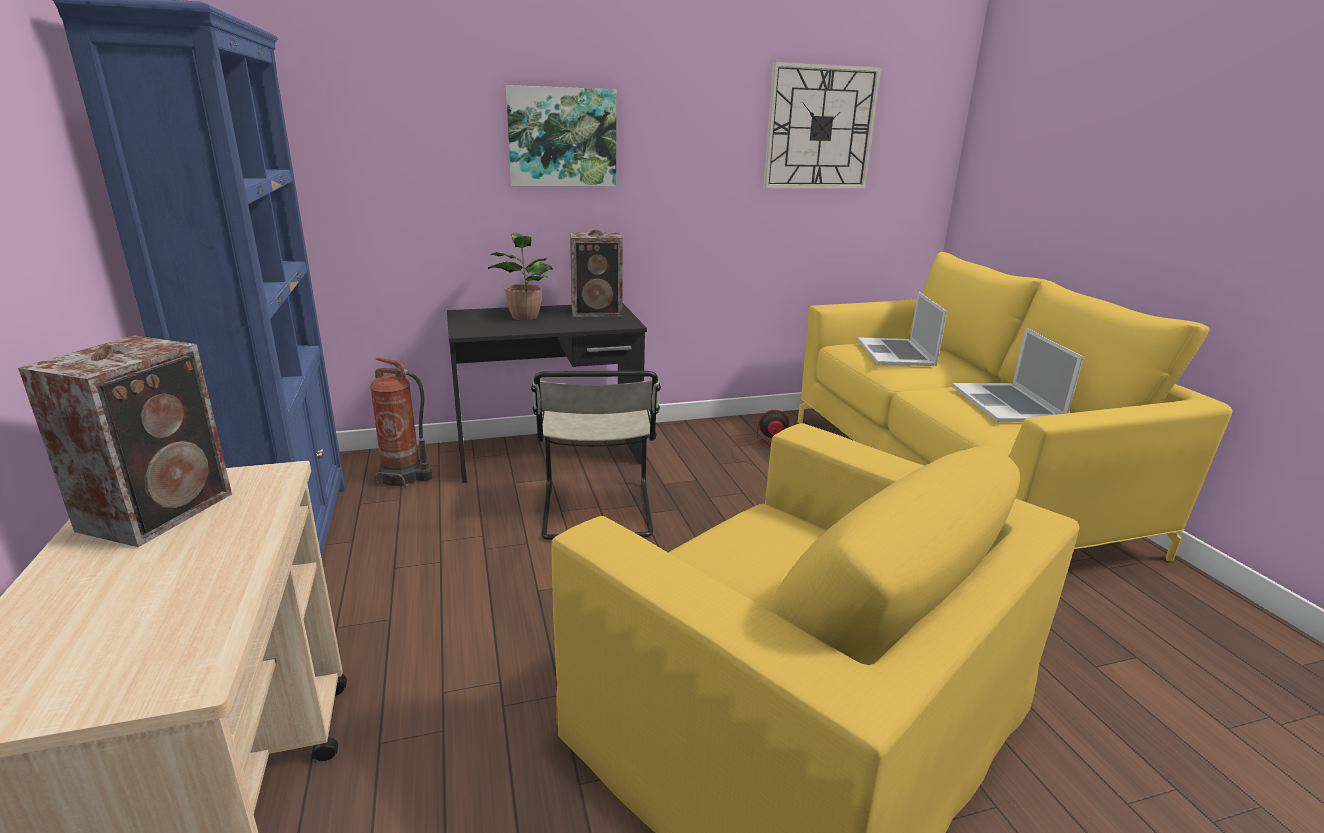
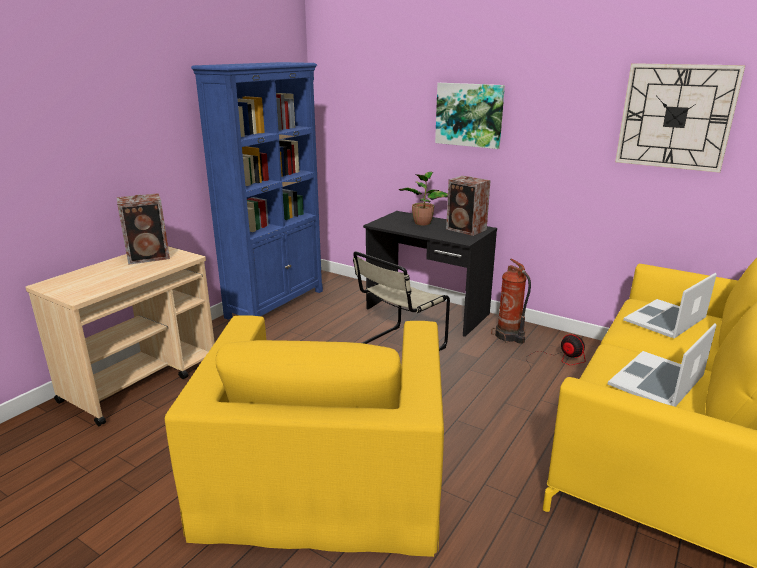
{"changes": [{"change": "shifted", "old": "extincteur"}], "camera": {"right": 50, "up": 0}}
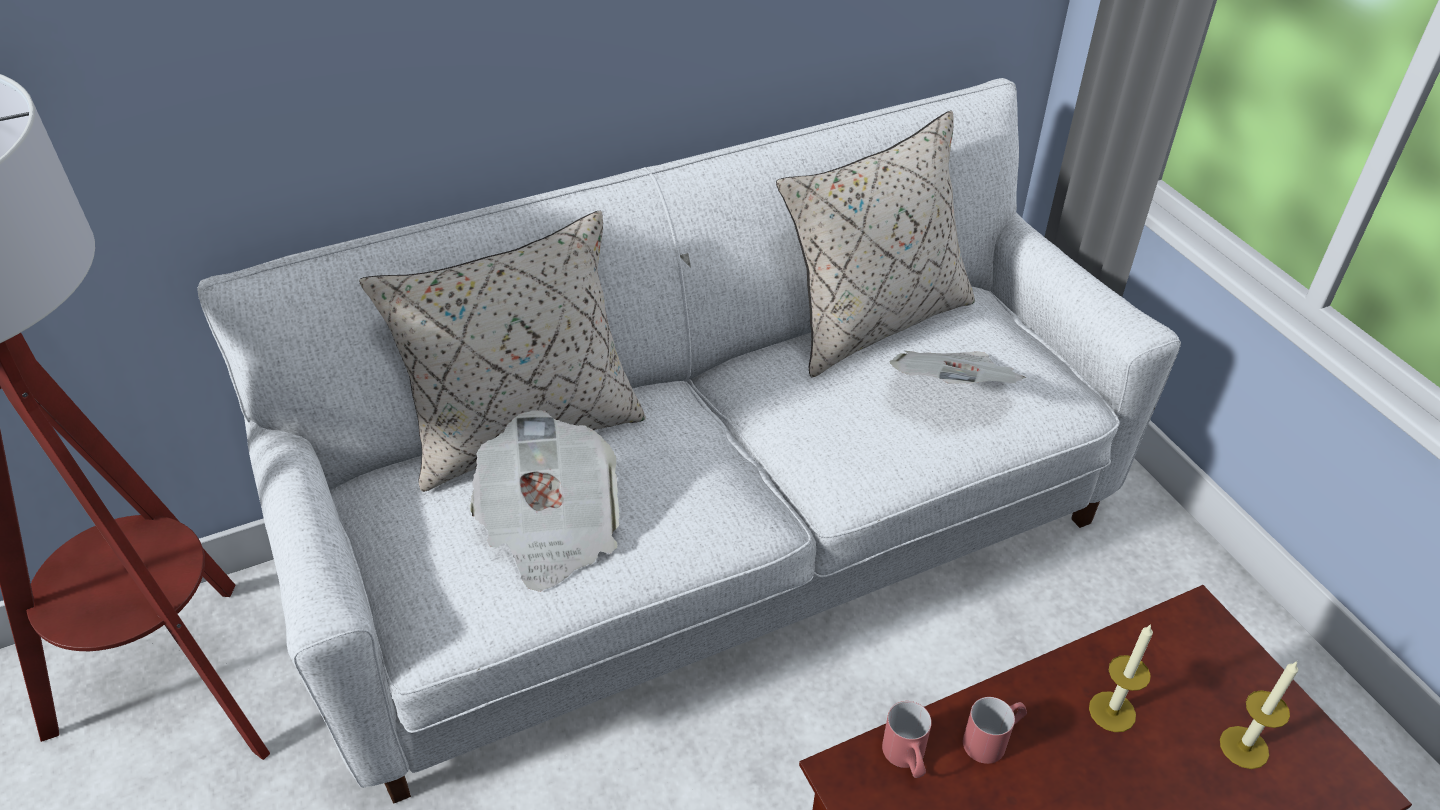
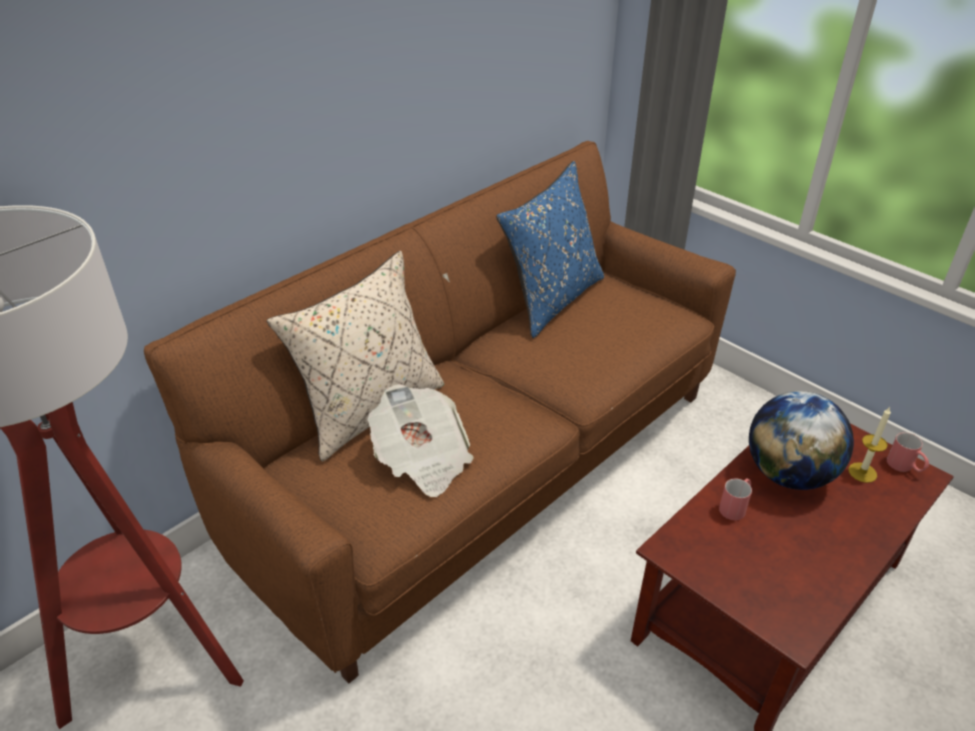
{"changes": [{"change": "repainted", "old": "canapé/blanc", "new": "canapé/marron"}, {"change": "repainted", "old": "coussin/beige (no. 2 from left)", "new": "coussin/bleu"}, {"change": "shifted", "old": "mug/rouge (no. 1 from left in the first image)", "new": "mug/rouge (no. 2 from left)"}, {"change": "gone", "old": "journal (no. 2 from left)"}, {"change": "swapped", "old": "bougie (no. 1 from left)", "new": "globe"}], "camera": {"right": -20, "up": -5}}
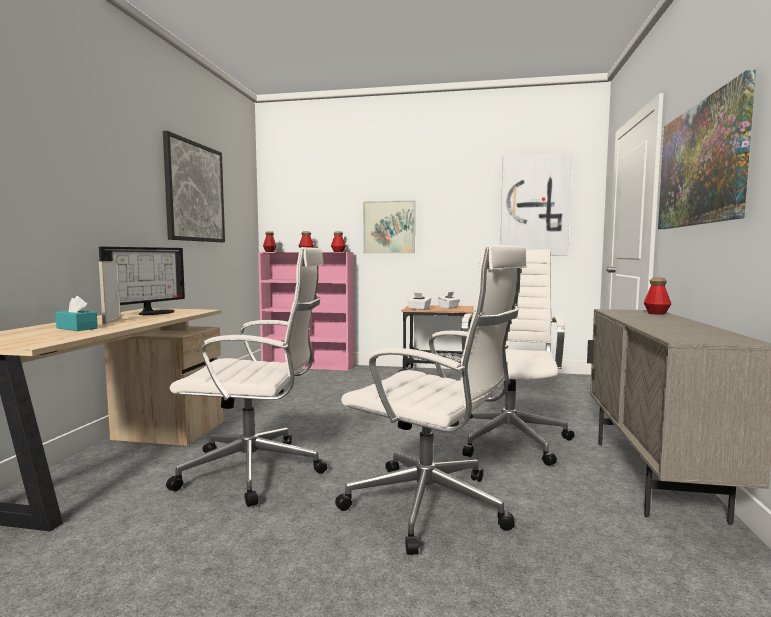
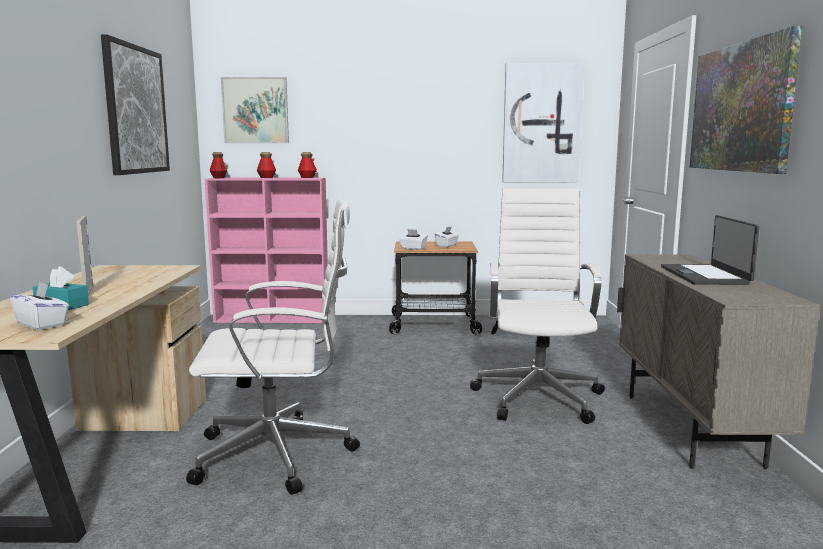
{"changes": [{"change": "gone", "old": "écran d'ordinateur"}, {"change": "gone", "old": "chaise de bureau/blanc (no. 2 from left)"}, {"change": "shifted", "old": "tableau (no. 2 from left)"}, {"change": "gone", "old": "bouteille (no. 4 from left)"}, {"change": "new", "new": "boîte à mouchoirs/blanc (no. 1 from left)"}, {"change": "new", "new": "ordinateur portable"}], "camera": {"right": -10, "up": 5}}
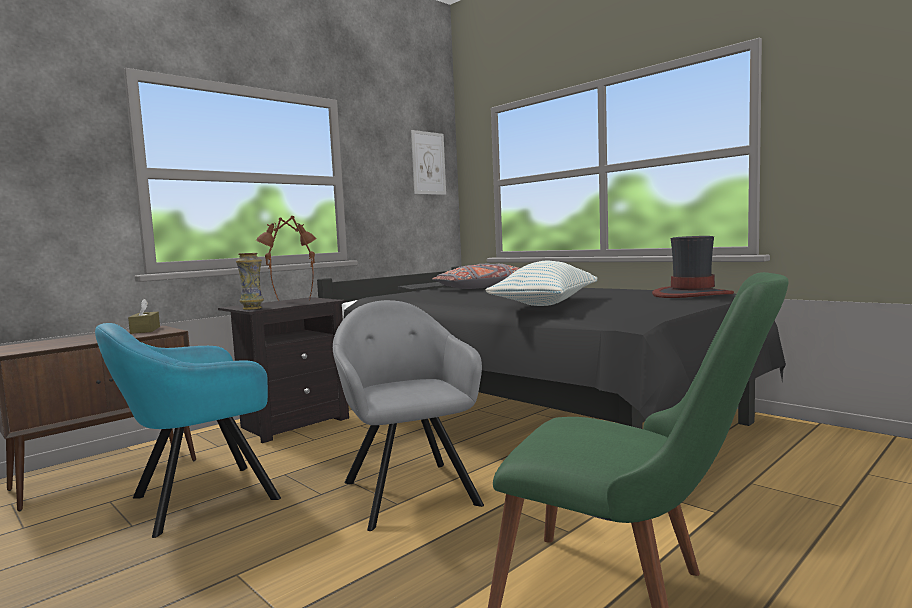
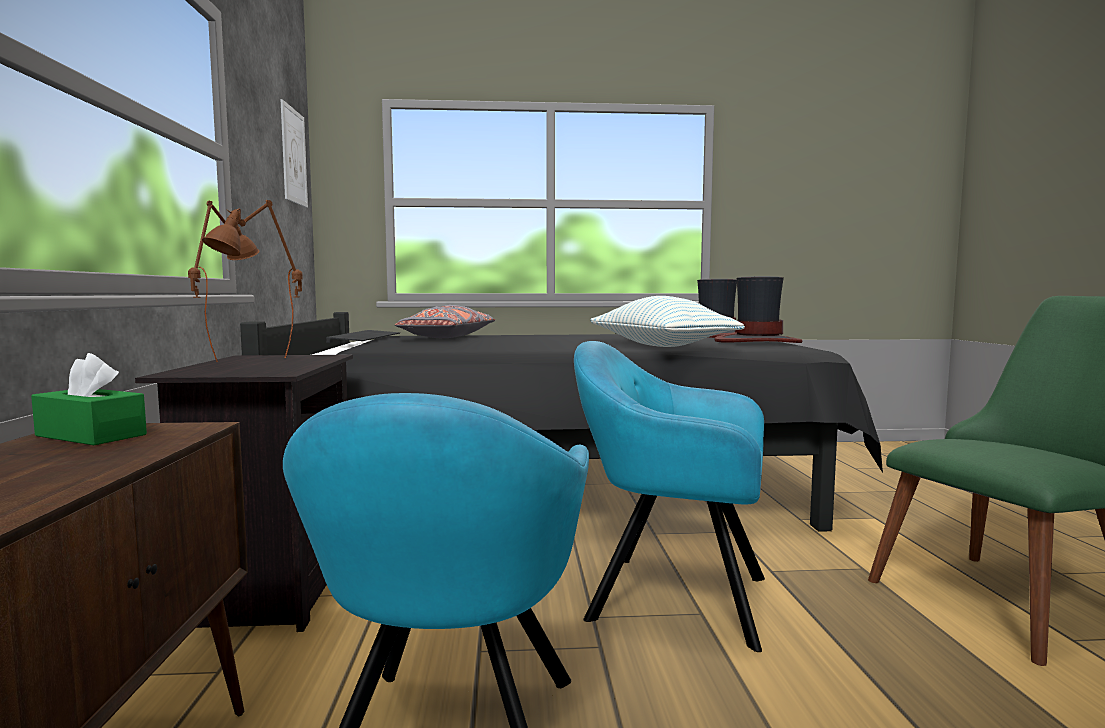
{"changes": [{"change": "repainted", "old": "boîte à mouchoirs/marron", "new": "boîte à mouchoirs/vert"}, {"change": "gone", "old": "vase"}, {"change": "repainted", "old": "fauteuil/gris", "new": "fauteuil/turquoise (no. 2 from left)"}, {"change": "new", "new": "chapeau (no. 2 from left)"}], "camera": {"right": -50, "up": 0}}
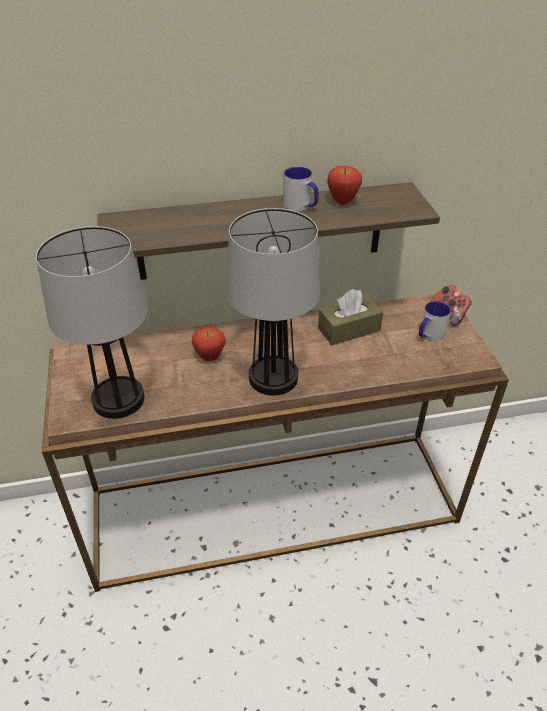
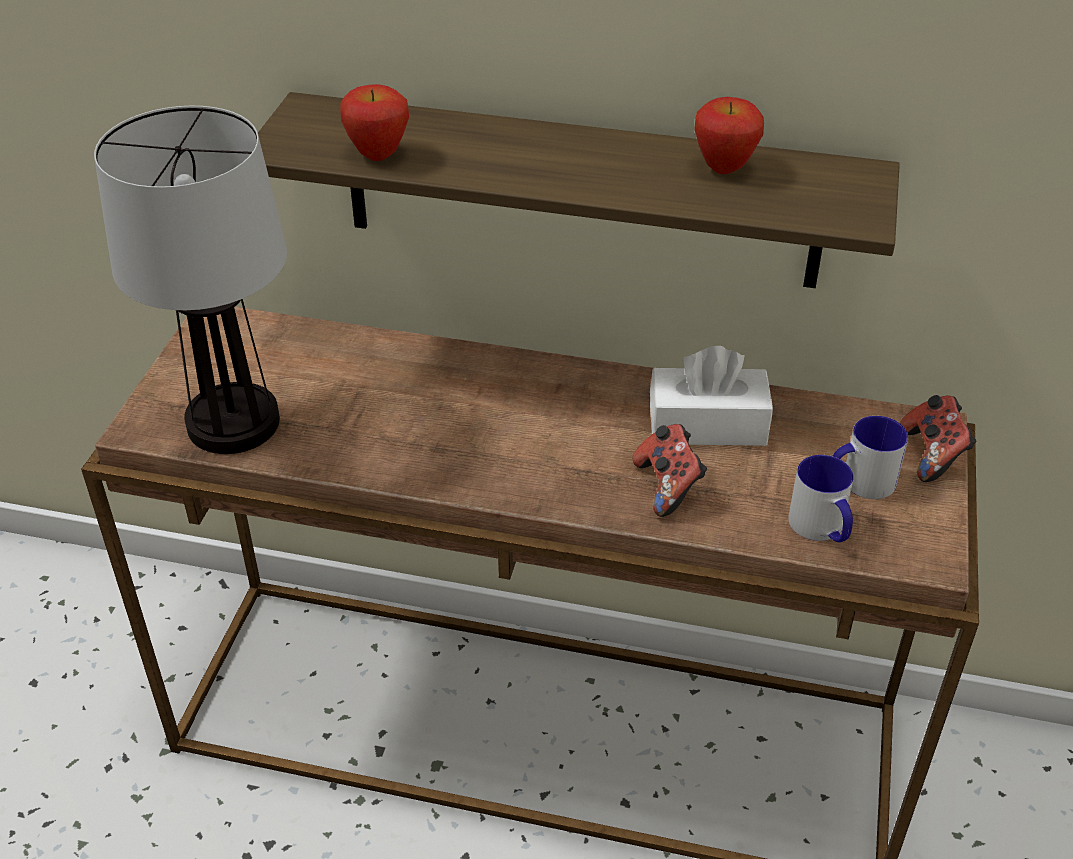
{"changes": [{"change": "shifted", "old": "pomme (no. 1 from left)"}, {"change": "gone", "old": "lampe de table (no. 2 from left)"}, {"change": "shifted", "old": "mug (no. 1 from left)"}, {"change": "repainted", "old": "boîte à mouchoirs/marron", "new": "boîte à mouchoirs/blanc"}, {"change": "new", "new": "manette (no. 1 from left)"}], "camera": {"right": 25, "up": 0}}
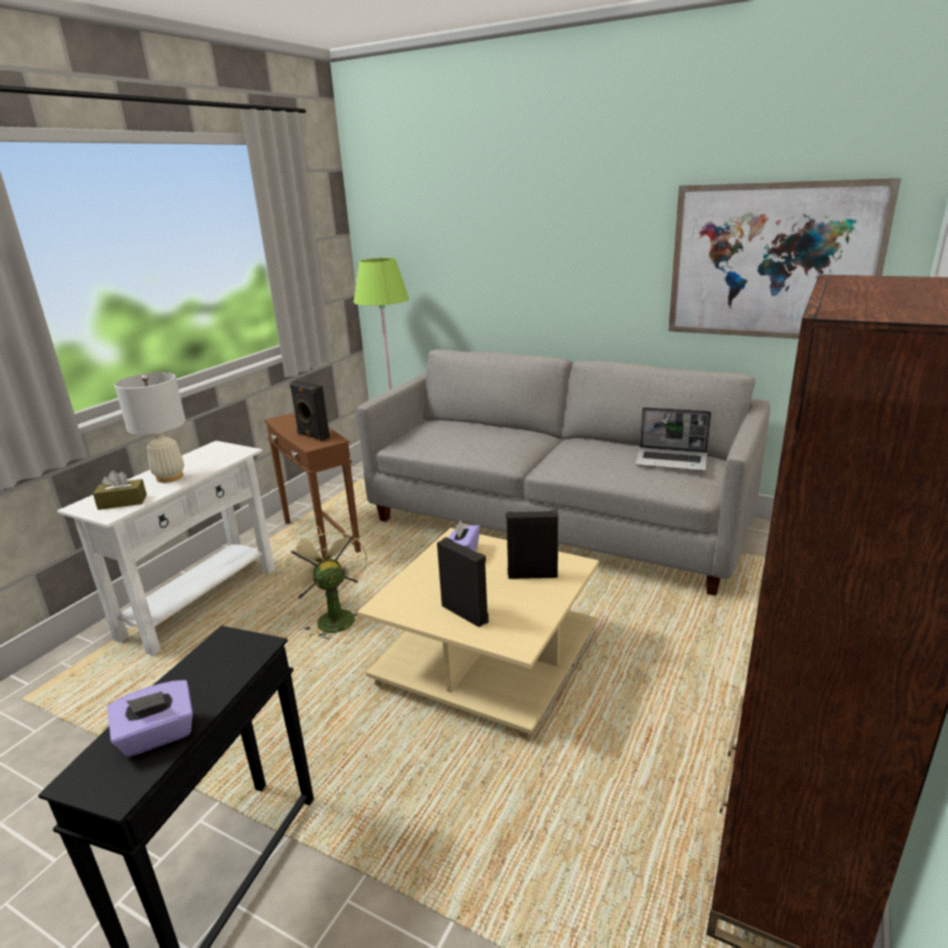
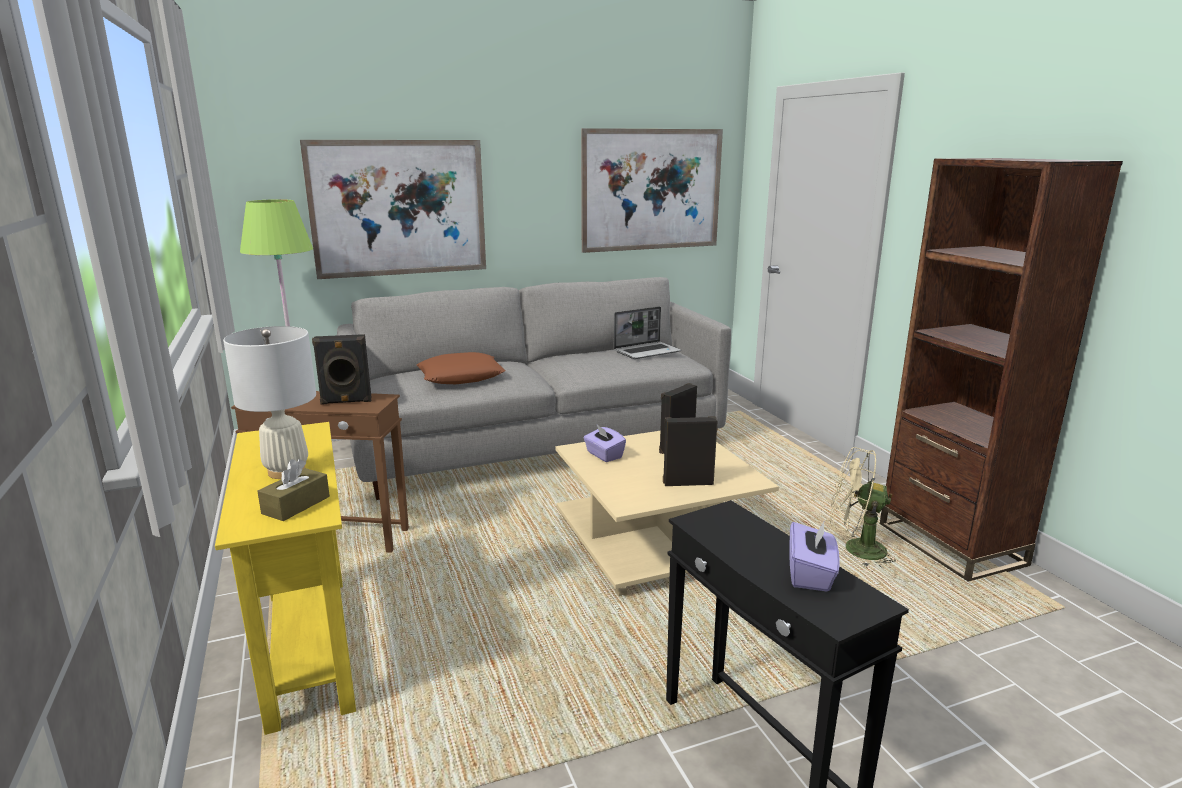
{"changes": [{"change": "repainted", "old": "table console/blanc", "new": "table console/jaune"}, {"change": "shifted", "old": "ventilateur/beige"}, {"change": "new", "new": "tableau (no. 1 from left)"}, {"change": "new", "new": "coussin/marron"}], "camera": {"right": -50, "up": -5}}
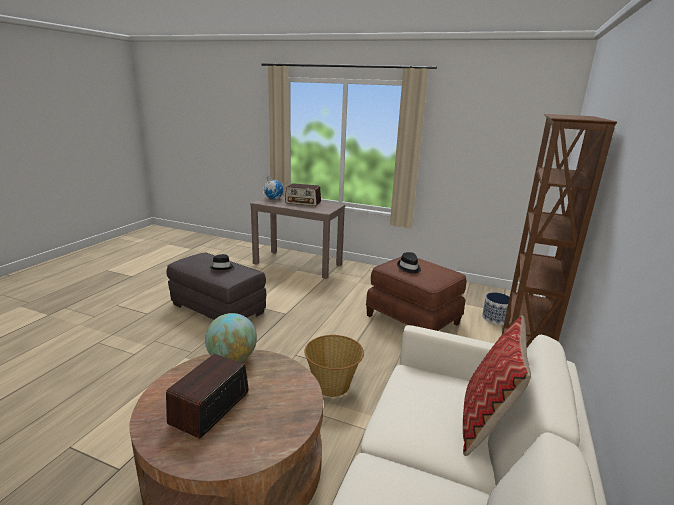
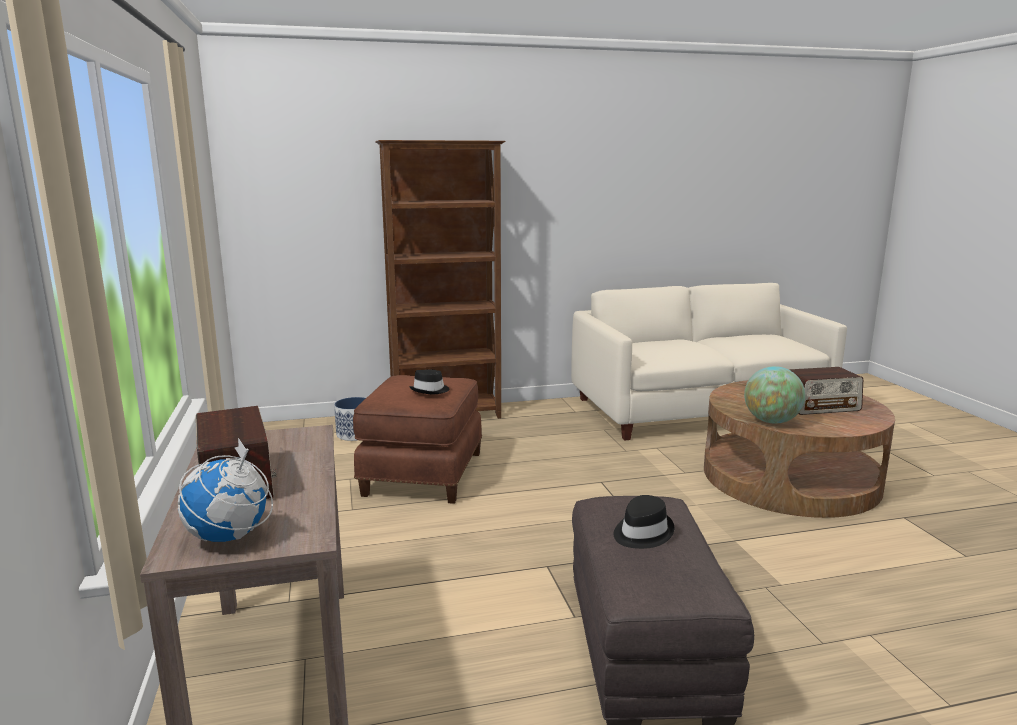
{"changes": [{"change": "gone", "old": "panier"}, {"change": "gone", "old": "coussin"}], "camera": {"right": -125, "up": -5}}
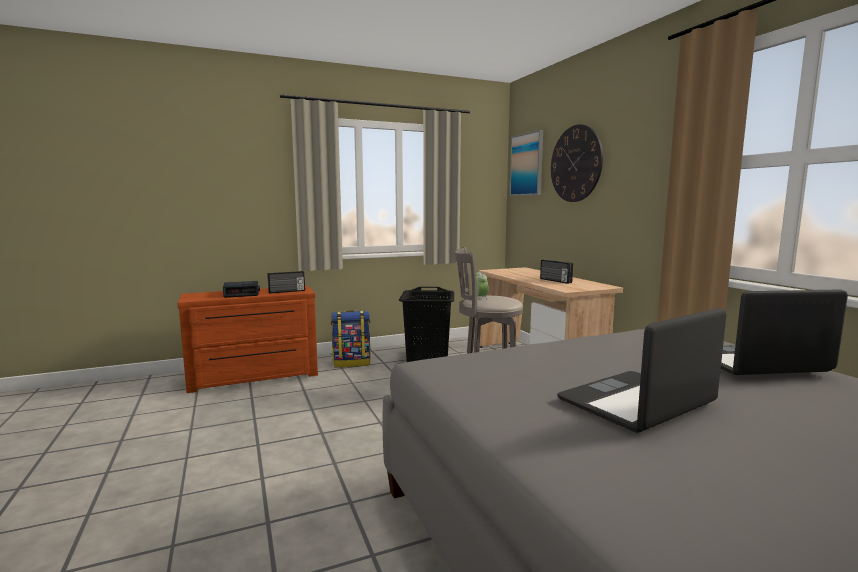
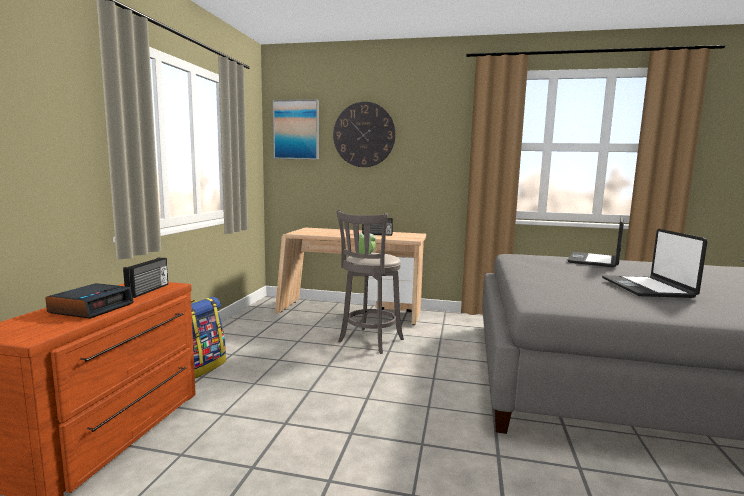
{"changes": [{"change": "gone", "old": "panier à linge/noir"}], "camera": {"right": -55, "up": 0}}
